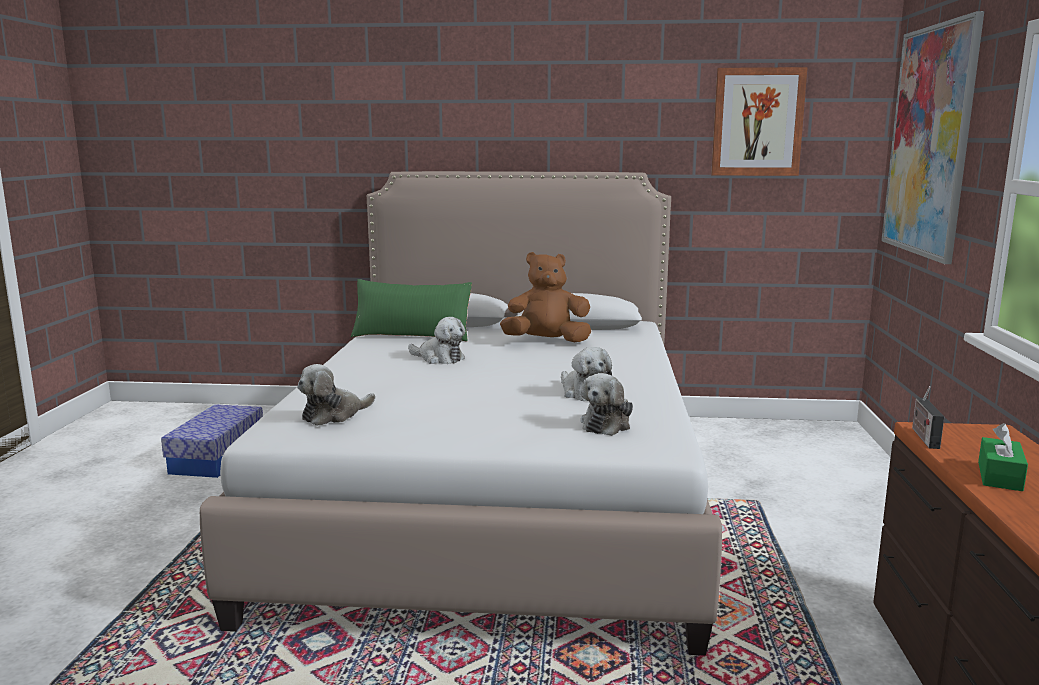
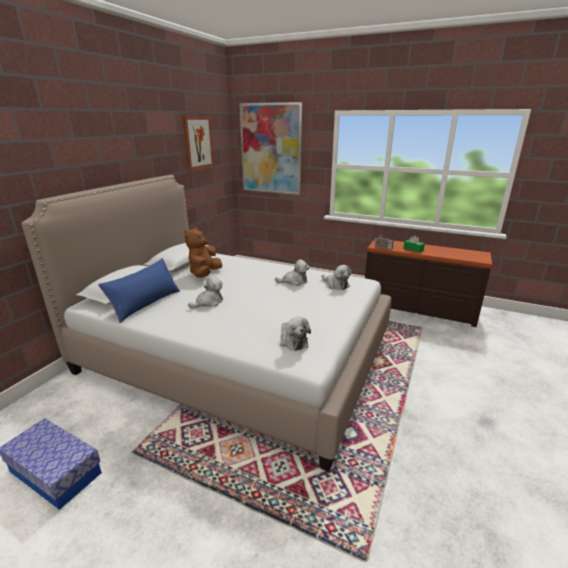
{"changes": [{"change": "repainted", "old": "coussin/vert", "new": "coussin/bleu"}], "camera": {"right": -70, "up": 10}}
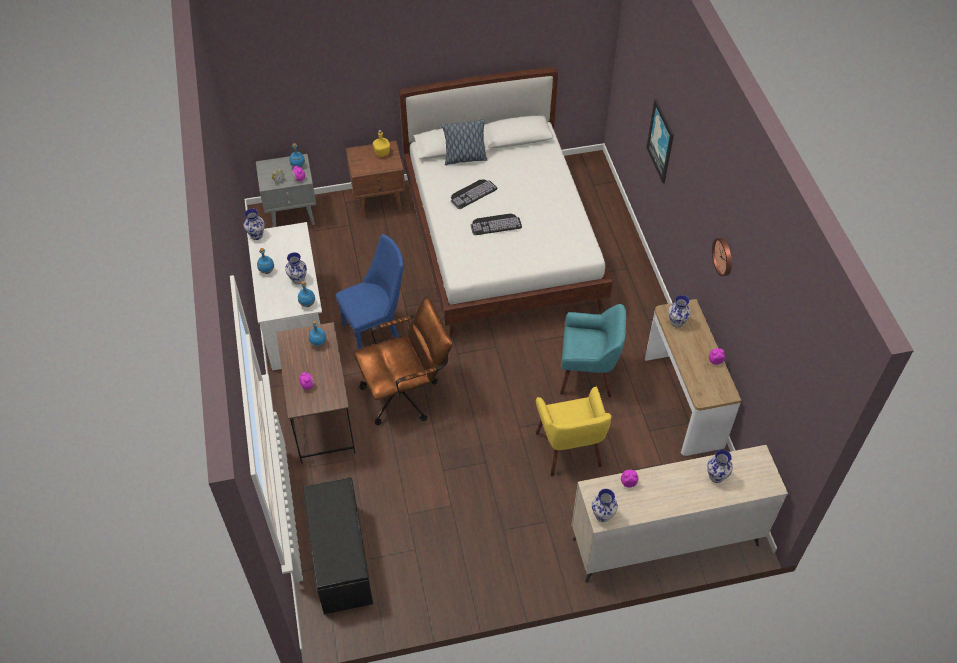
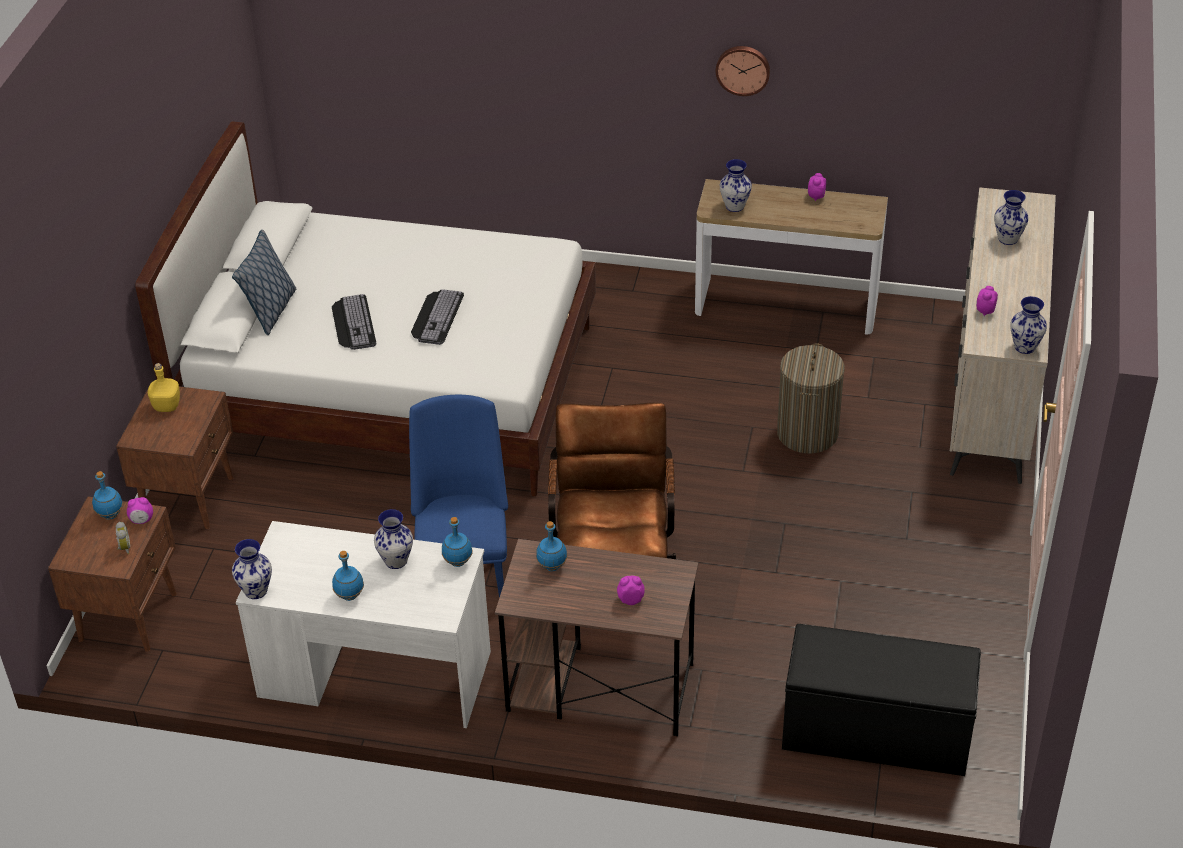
{"changes": [{"change": "repainted", "old": "table de chevet/gris", "new": "table de chevet/marron (no. 1 from left)"}, {"change": "swapped", "old": "fauteuil/jaune", "new": "panier à linge"}, {"change": "gone", "old": "fauteuil/turquoise"}, {"change": "gone", "old": "tableau"}], "camera": {"right": -65, "up": -10}}
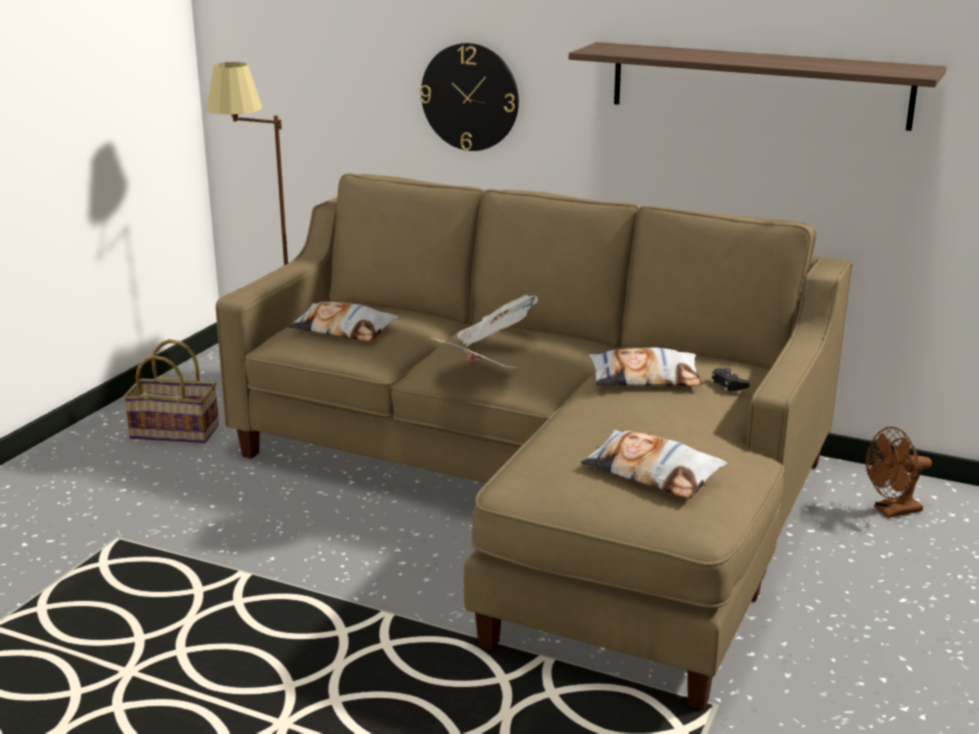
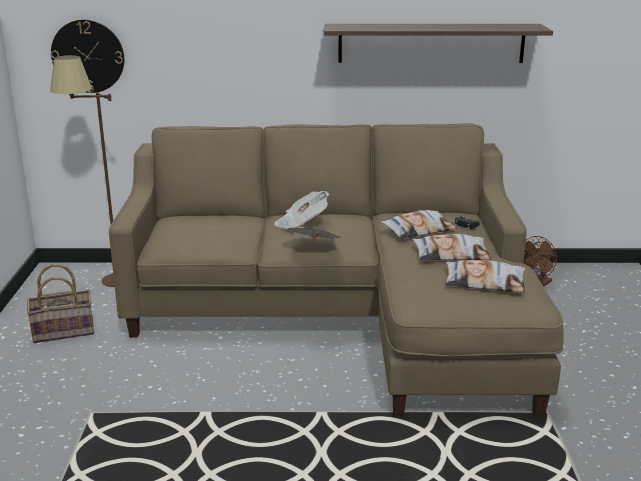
{"changes": [{"change": "shifted", "old": "coussin (no. 1 from left in the first image)", "new": "coussin (no. 2 from left)"}, {"change": "shifted", "old": "horloge murale"}], "camera": {"right": -25, "up": 0}}
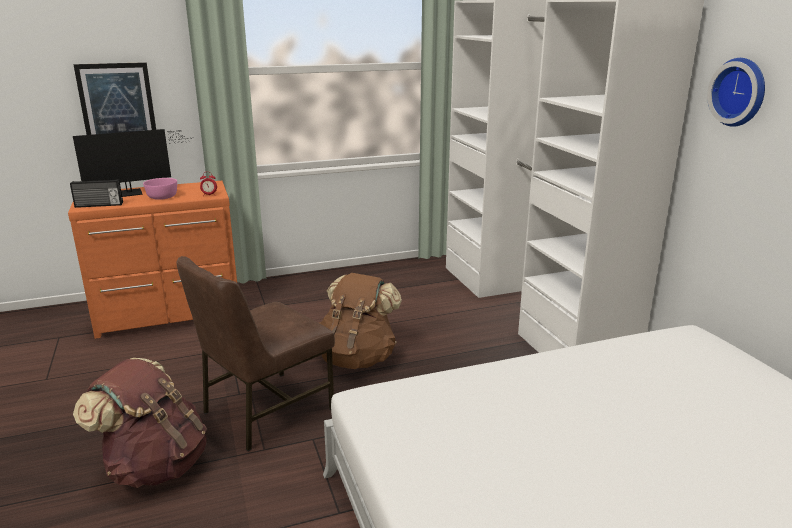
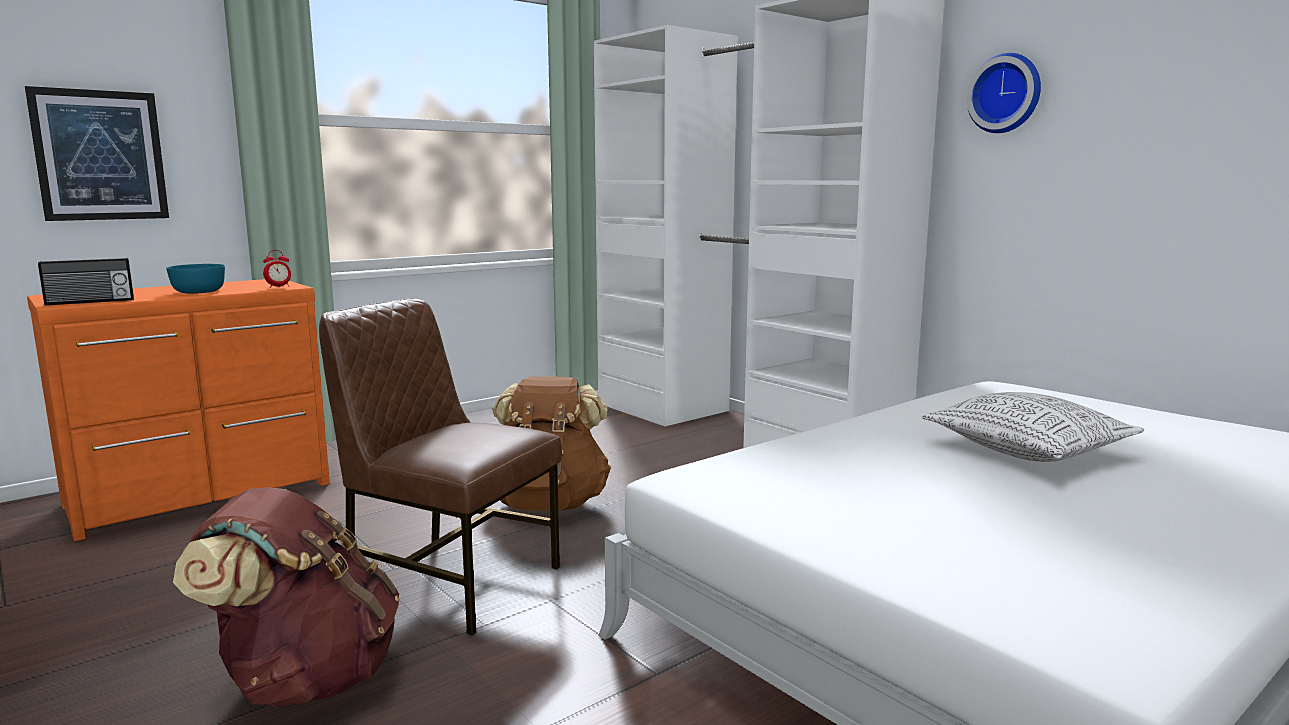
{"changes": [{"change": "gone", "old": "écran d'ordinateur"}, {"change": "repainted", "old": "bol/rose", "new": "bol/turquoise"}, {"change": "rotated", "old": "chaise/marron", "degrees": 90}, {"change": "new", "new": "coussin"}], "camera": {"right": -20, "up": -10}}
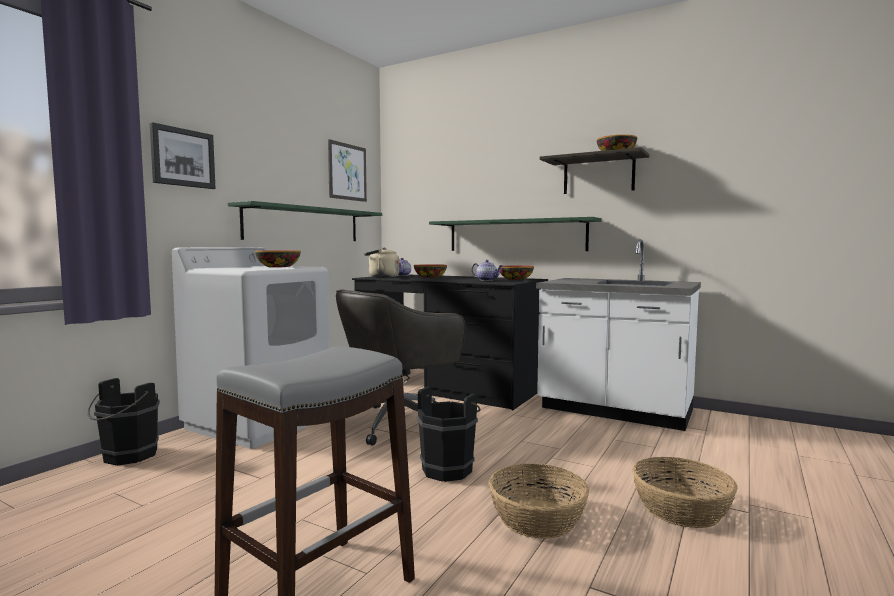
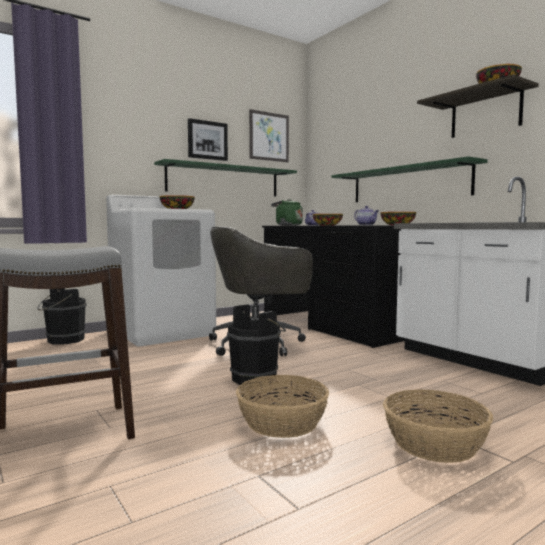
{"changes": [{"change": "shifted", "old": "tableau (no. 1 from left)"}, {"change": "repainted", "old": "bouilloire/beige", "new": "bouilloire/vert"}], "camera": {"right": 25, "up": 0}}
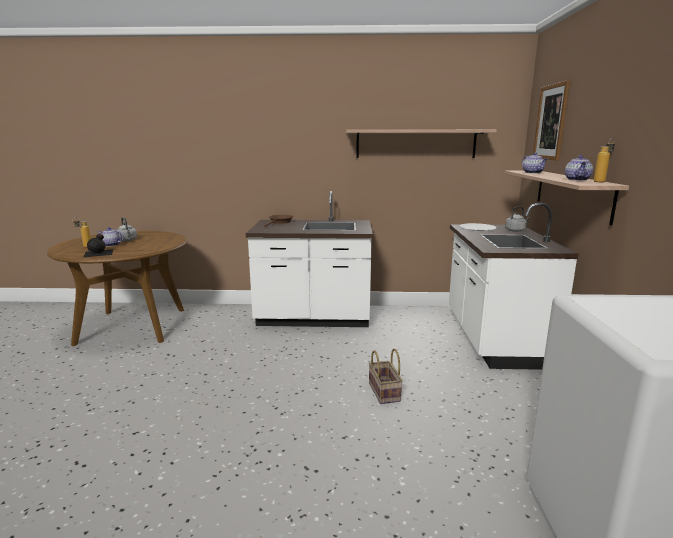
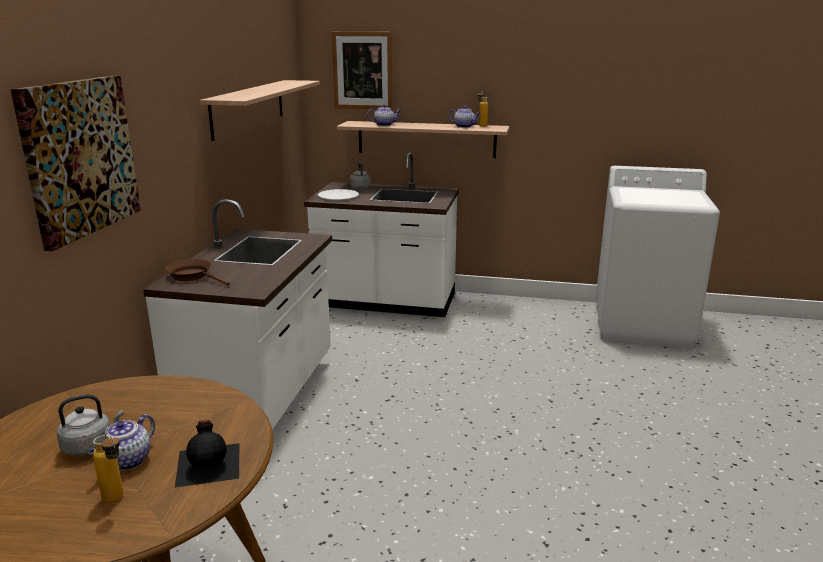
{"changes": [{"change": "gone", "old": "panier"}, {"change": "new", "new": "tableau (no. 1 from left)"}], "camera": {"right": -80, "up": 5}}
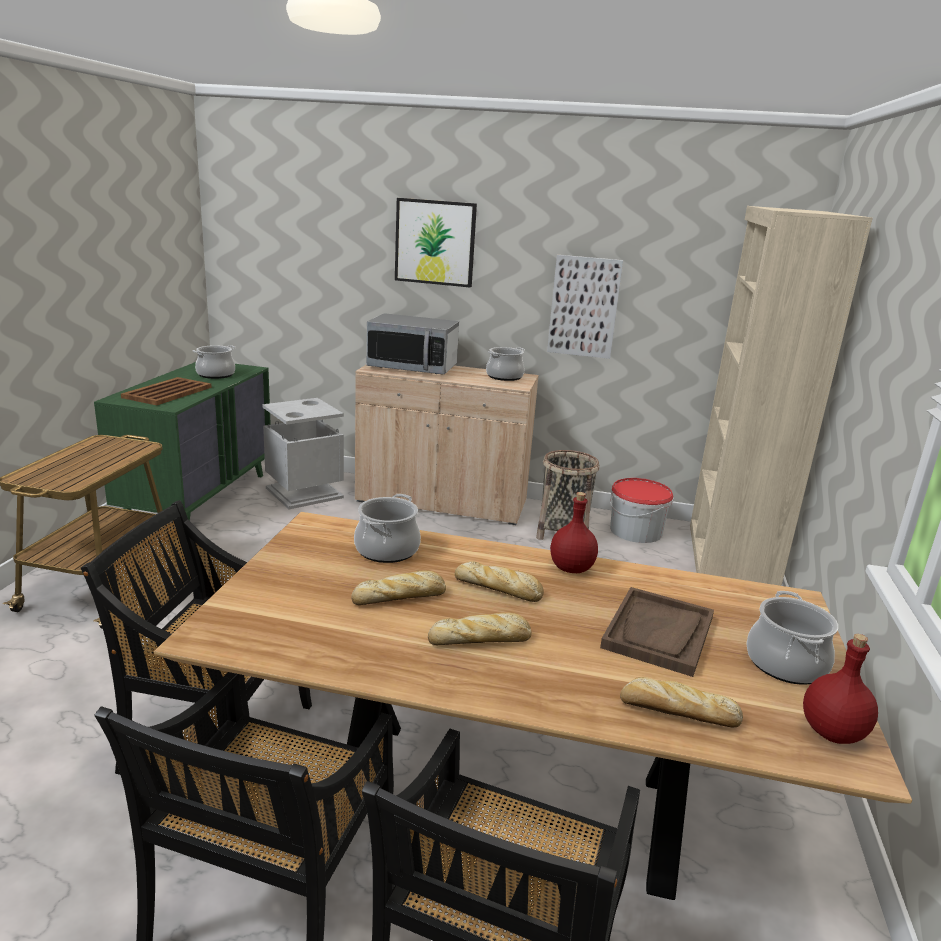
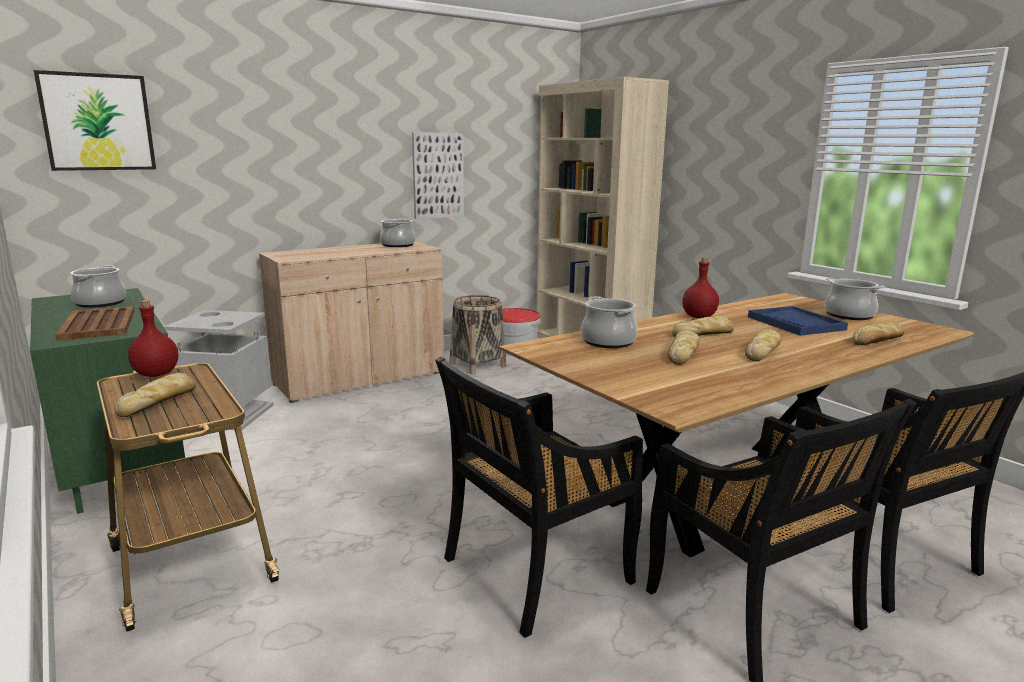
{"changes": [{"change": "gone", "old": "micro-ondes"}, {"change": "shifted", "old": "tableau (no. 1 from left)"}, {"change": "repainted", "old": "plateau/marron (no. 2 from left)", "new": "plateau/bleu"}, {"change": "shifted", "old": "bouteille/rouge (no. 2 from left in the first image)", "new": "bouteille/rouge (no. 1 from left)"}, {"change": "new", "new": "pain (no. 1 from left)"}], "camera": {"right": -45, "up": -5}}
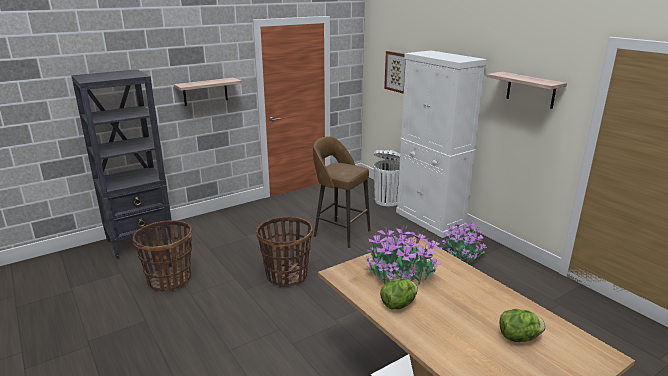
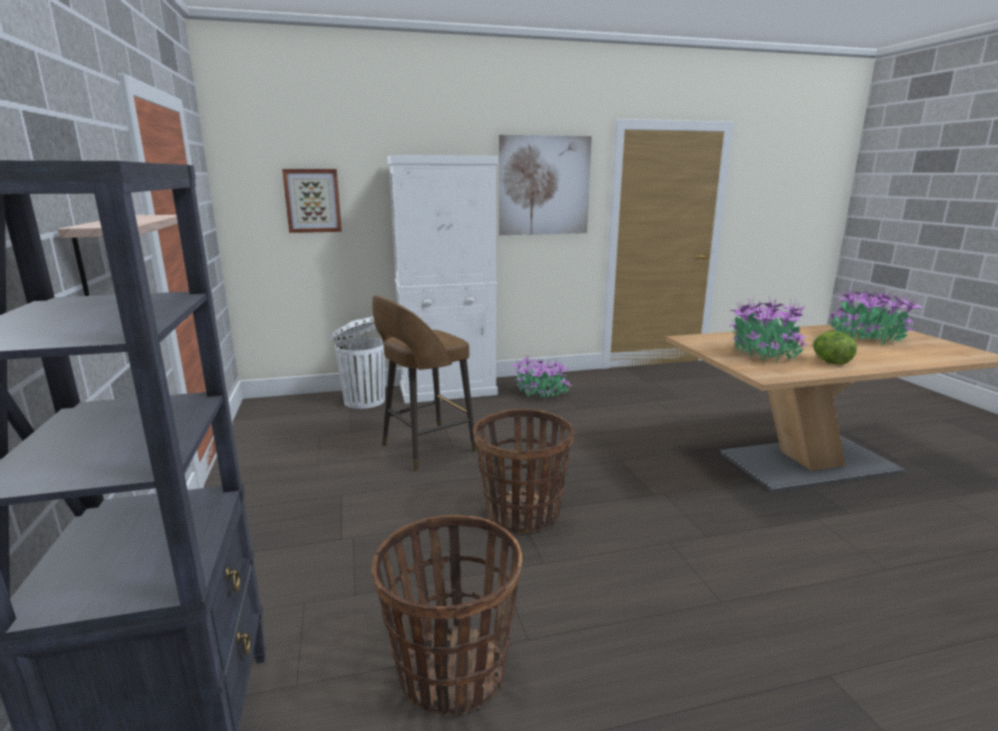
{"changes": [{"change": "swapped", "old": "étagère (no. 2 from left)", "new": "tableau (no. 2 from left)"}, {"change": "swapped", "old": "laitue (no. 2 from left)", "new": "plante en pot (no. 3 from left)"}], "camera": {"right": -70, "up": -5}}
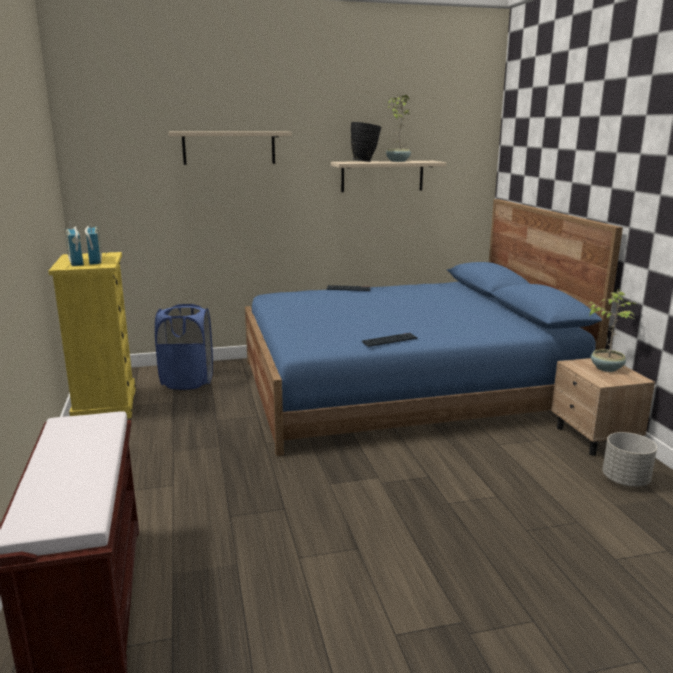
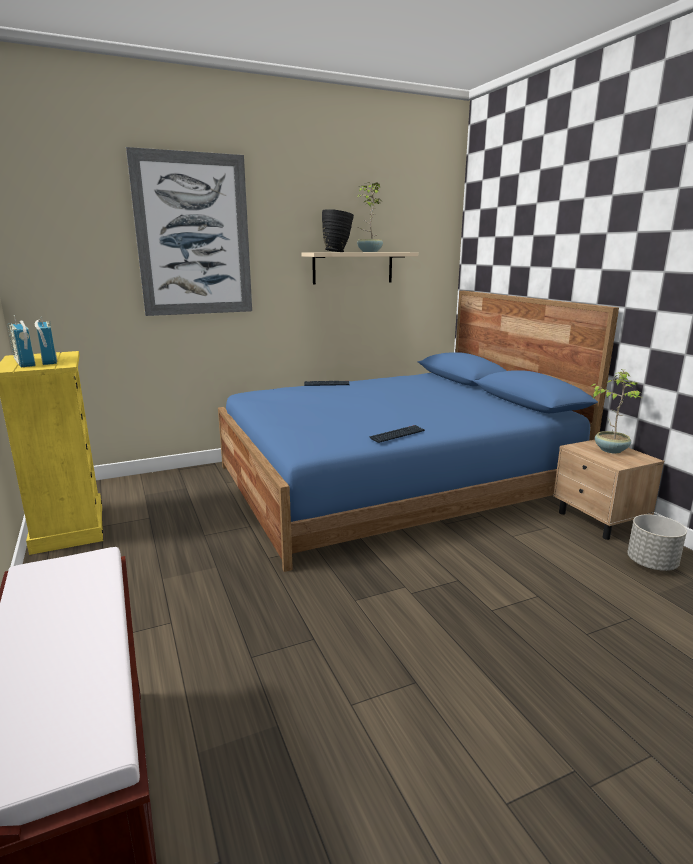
{"changes": [{"change": "gone", "old": "panier à linge/bleu"}, {"change": "swapped", "old": "étagère/beige (no. 1 from left)", "new": "tableau"}], "camera": {"right": -10, "up": 0}}
